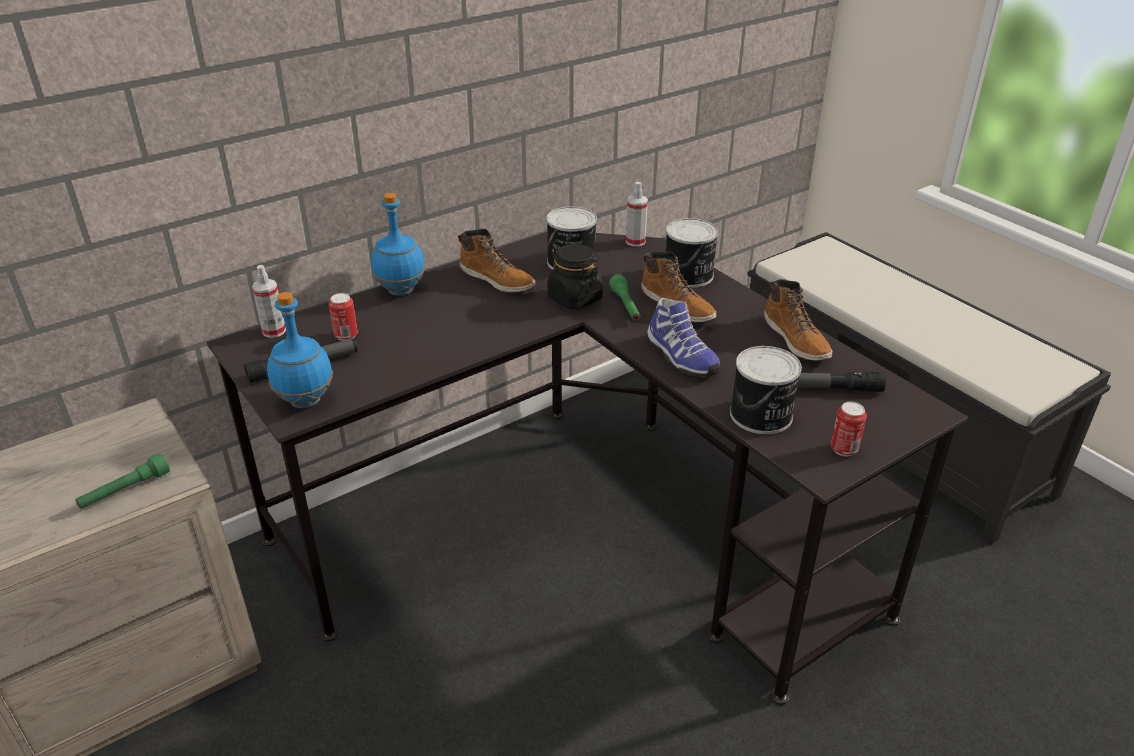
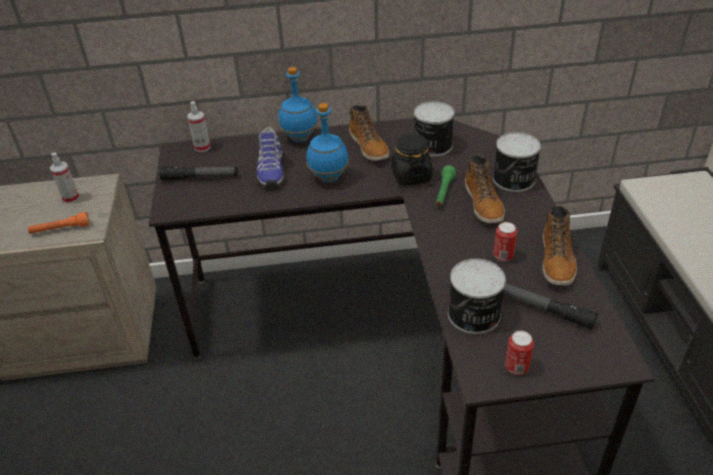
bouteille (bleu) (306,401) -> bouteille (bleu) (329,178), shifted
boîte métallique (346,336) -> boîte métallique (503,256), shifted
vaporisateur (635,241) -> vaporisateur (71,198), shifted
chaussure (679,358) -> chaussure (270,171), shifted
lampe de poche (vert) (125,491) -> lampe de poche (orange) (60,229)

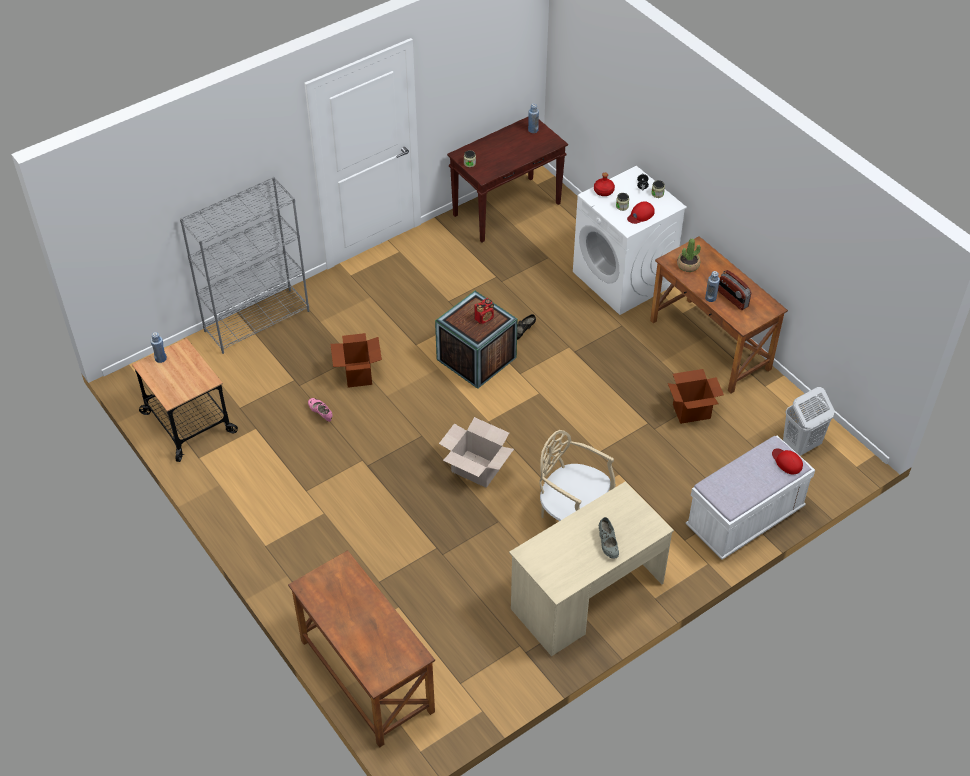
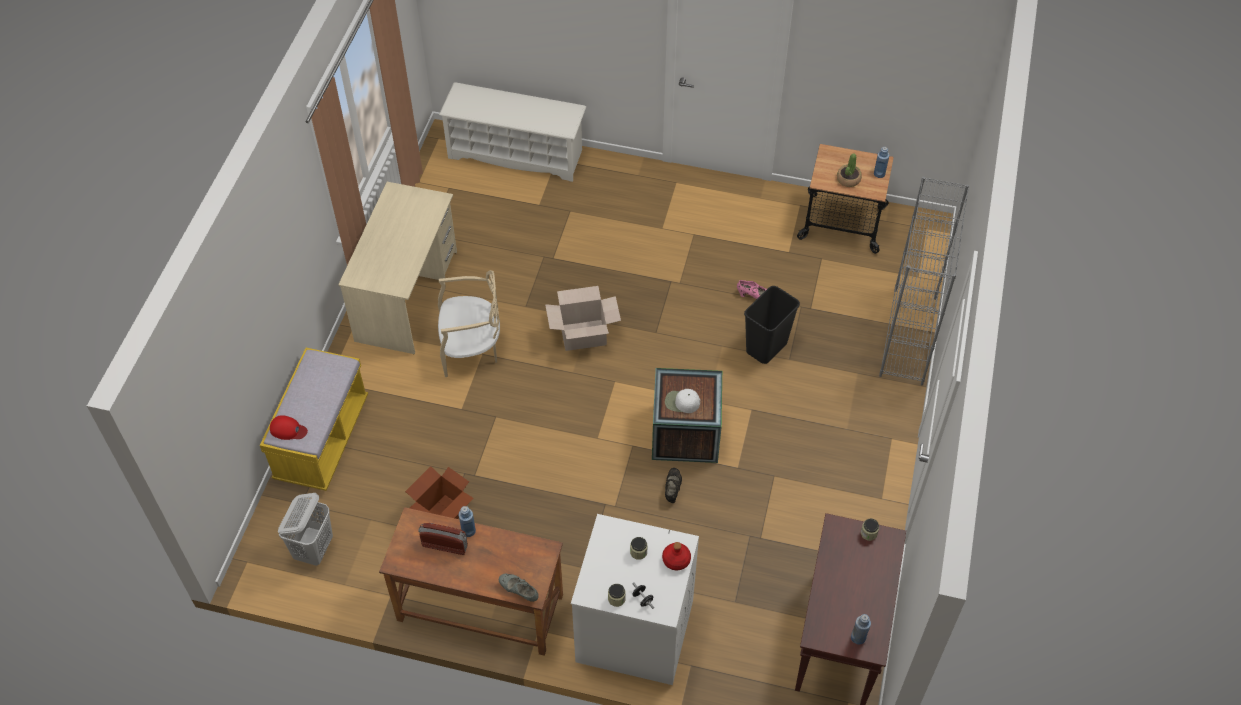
casquette (rouge) (640,215) -> none
chaussure (gris) (607,544) -> chaussure (gris) (519,592), shifted
plante en pot (688,265) -> plante en pot (848,179), shifted
bureau (marron) (366,676) -> étagère à chaussures (blanc) (516,154)
carton (358,374) -> poubelle (noir) (766,348)
radio (484,318) -> casquette (blanc) (681,402)
banc (blanc) (744,519) -> banc (jaune) (322,439)

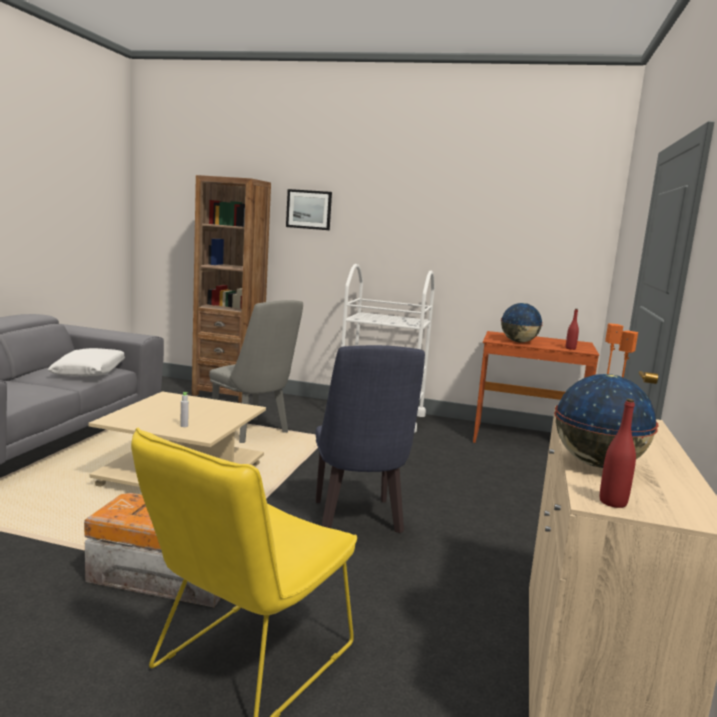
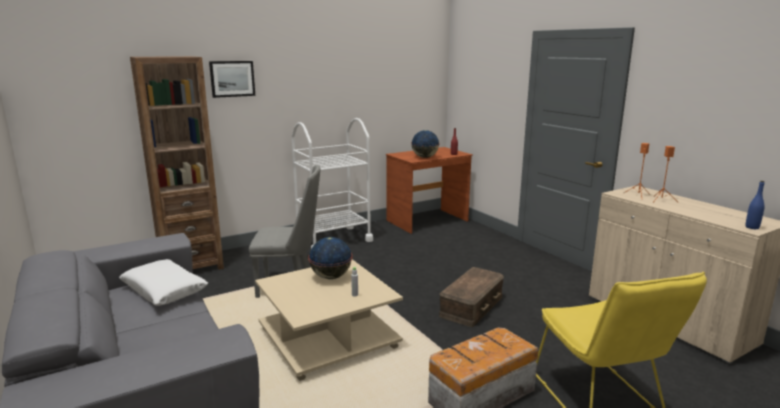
globe (598,464) -> globe (331,277), shifted
chaise (bleu) (358,520) -> boîte de rangement (marron) (472,306)
bouteille (rouge) (613,502) -> bouteille (bleu) (752,227)

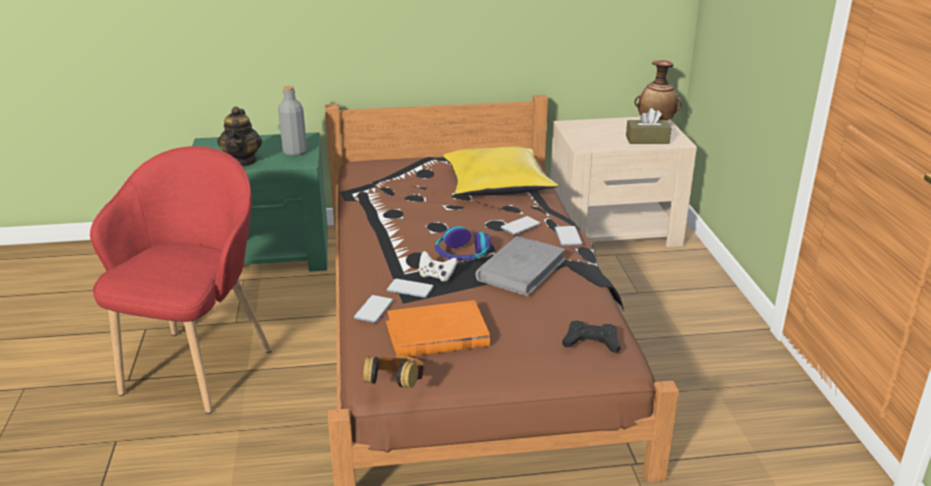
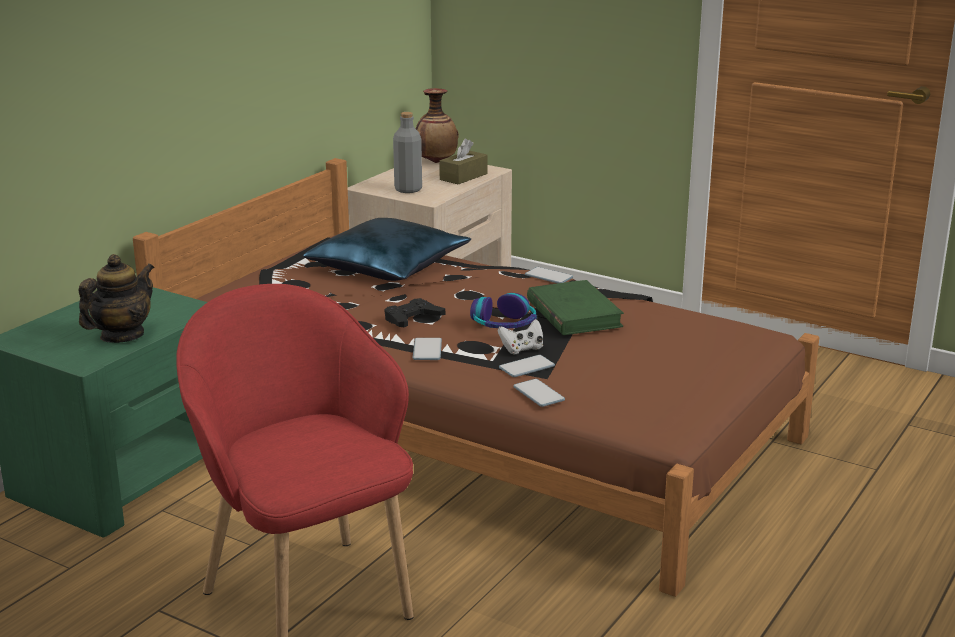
casque audio (396,388) -> none
livre (orange) (436,334) -> none
bouteille (gris) (295,152) -> bouteille (gris) (408,189), shifted
téléphone (520,226) -> téléphone (427,350), shifted
manette (noir) (591,342) -> manette (noir) (412,319), shifted
coussin (jaune) (497,184) -> coussin (bleu) (388,266)
livre (gris) (521,270) -> livre (vert) (574,313)
théière (242,161) -> théière (122,336), 90 degrees counterclockwise

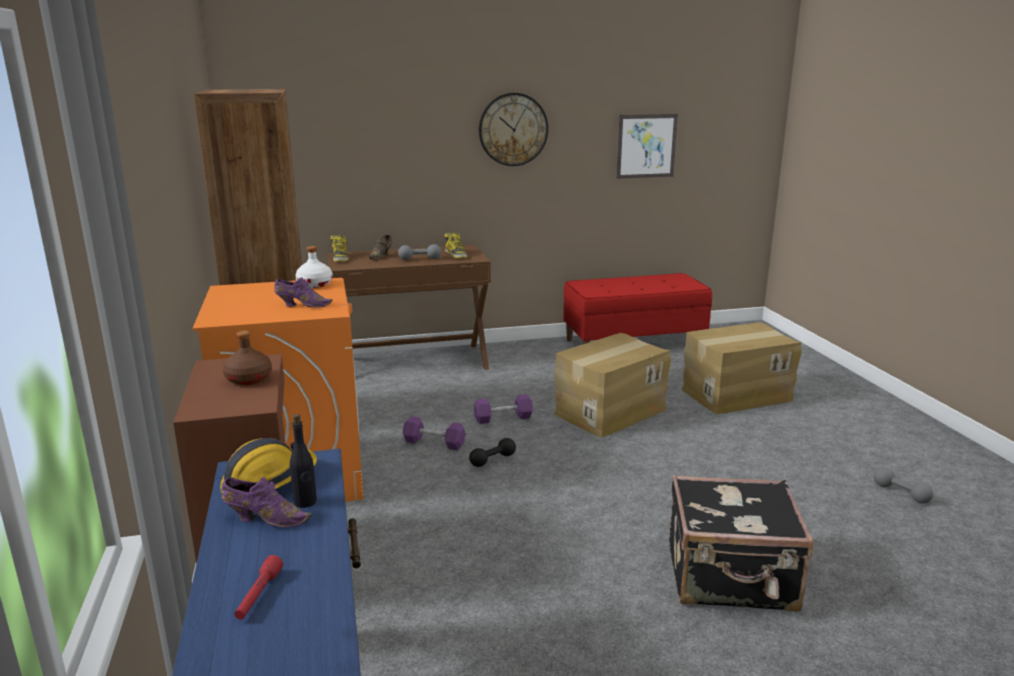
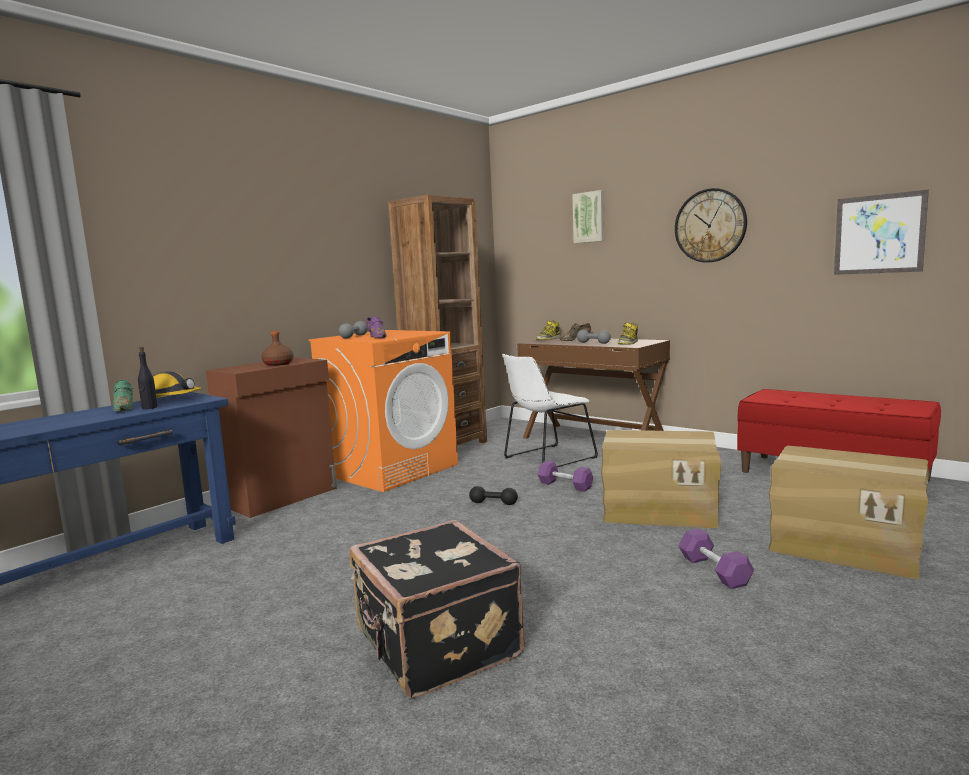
lampe de poche (rouge) (258,595) -> none
bouteille (blanc) (315,284) -> none
none -> chaise (blanc) (547,458)
none -> tableau (589,217)
haltère (violet) (434,443) -> haltère (violet) (714,571), shifted
haltère (gris) (901,493) -> haltère (gris) (354,336), shifted
chaussure (violet) (265,519) -> chaussure (vert) (125,408)

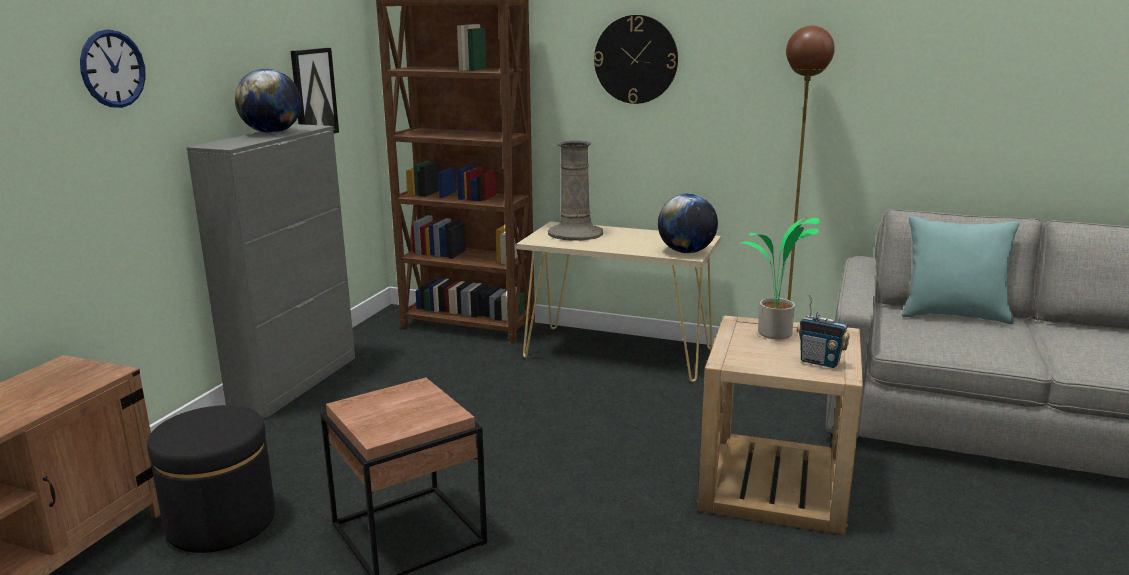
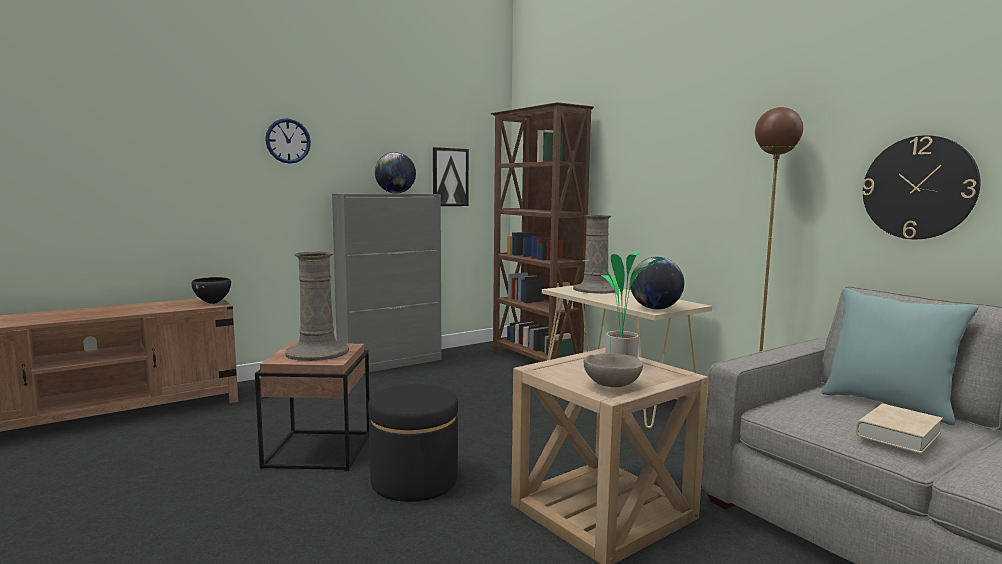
none -> bol (noir) (213,303)
none -> vase (beige) (317,352)
none -> livre (beige) (898,434)
pouf (noir) (221,522) -> pouf (noir) (414,481), shifted
horloge murale (636,59) -> horloge murale (918,188), shifted
radio (820,362) -> bol (beige) (612,385)

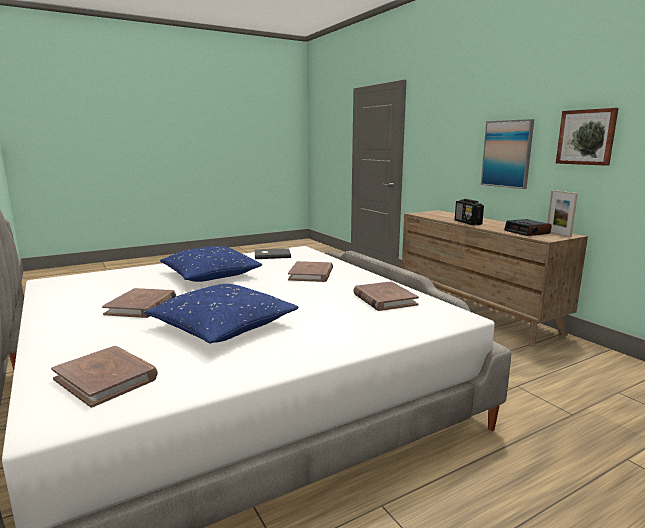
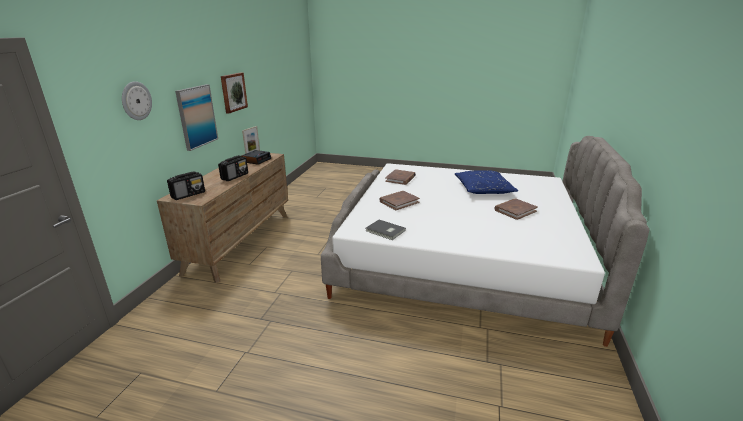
livre (marron) (106,378) -> none
coussin (bleu) (211,274) -> none
none -> horloge murale (136,101)
none -> radio (188,195)

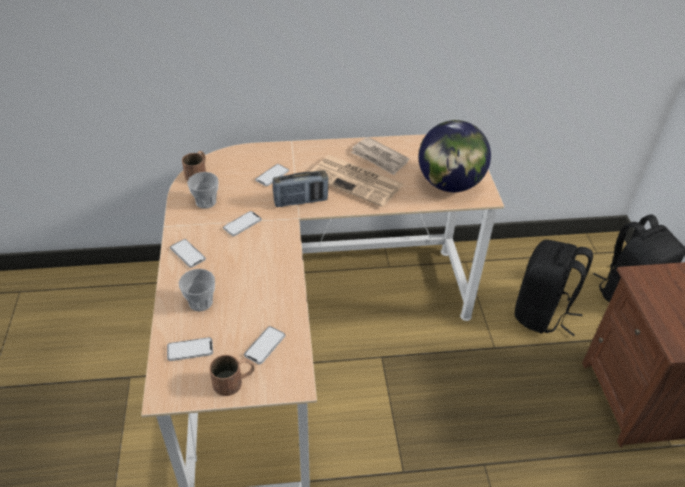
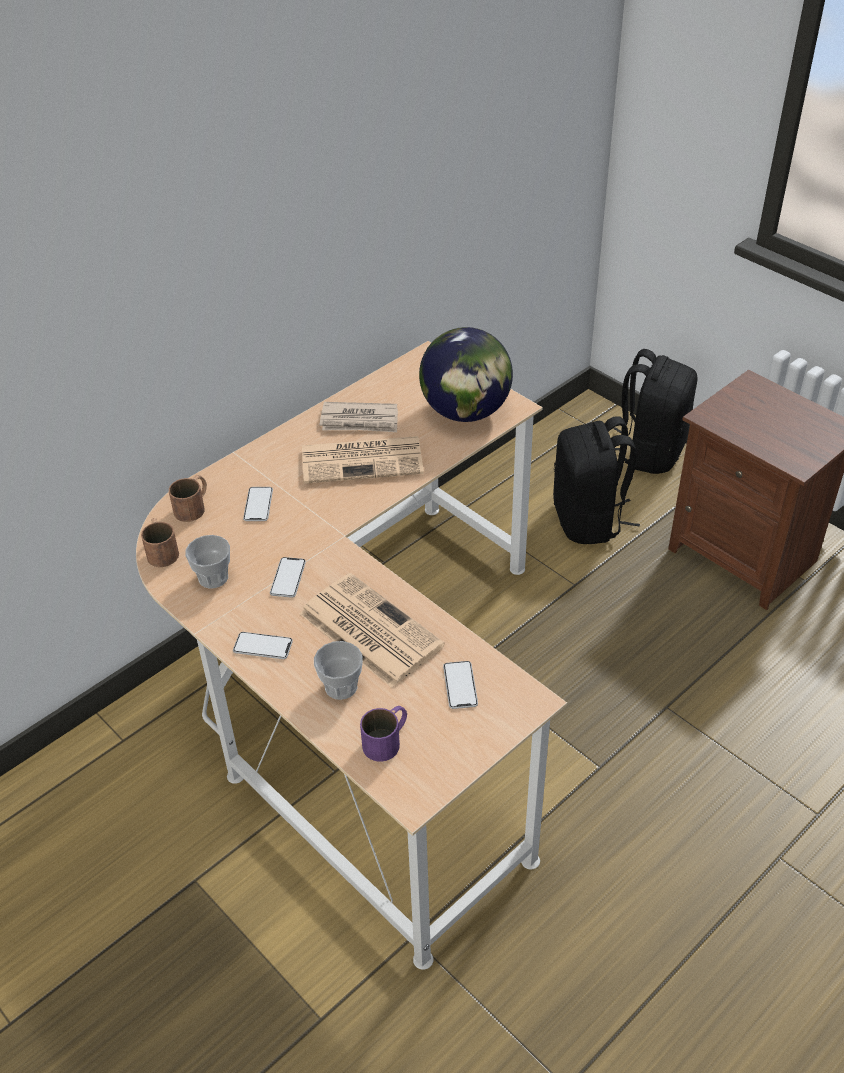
radio (300,201) -> none
none -> journal (368,629)
mug (marron) (234,381) -> mug (marron) (193,506), shifted
téléphone (190,350) -> mug (violet) (387,739)

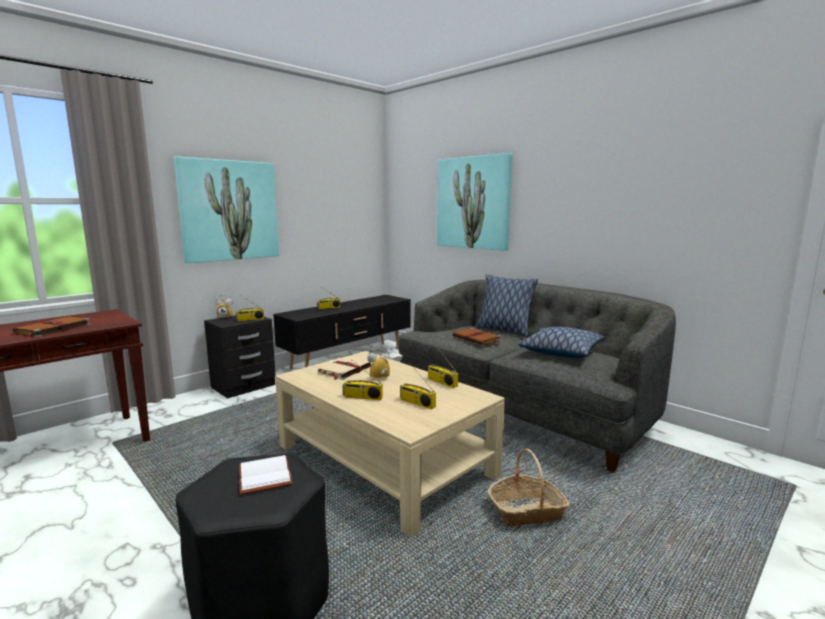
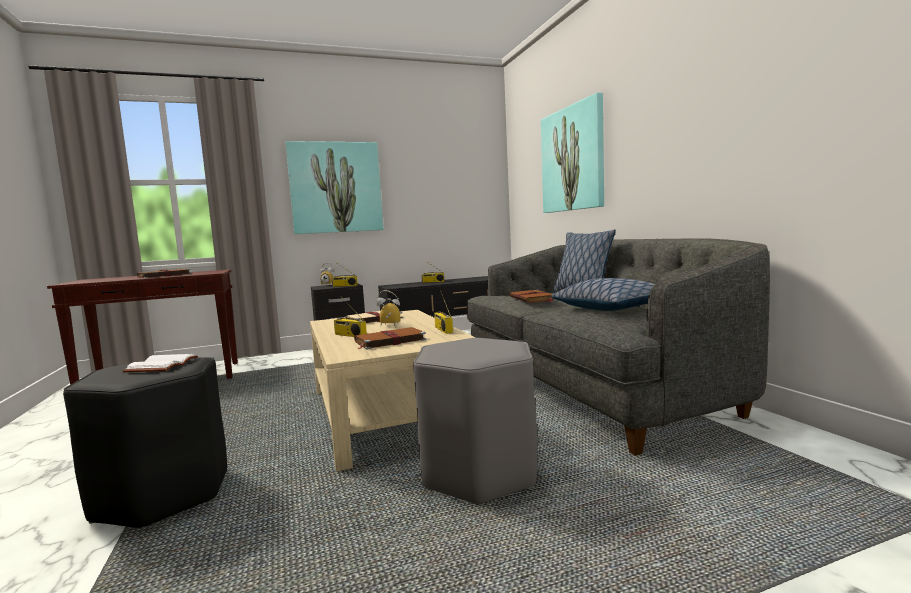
radio (416,403) -> livre (marron) (388,341)
panier (527,511) -> tabouret (gris) (480,473)

